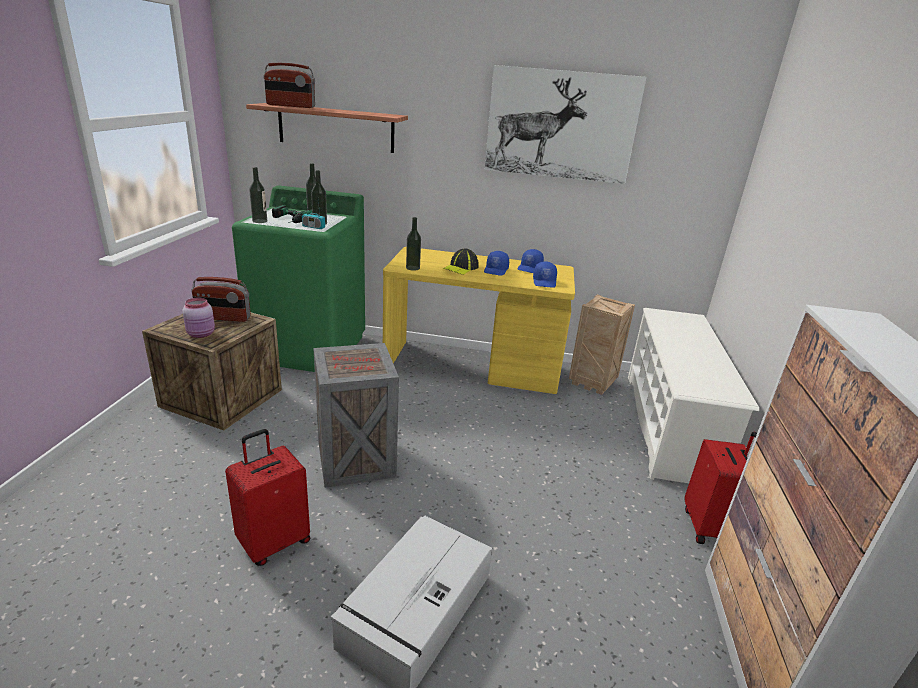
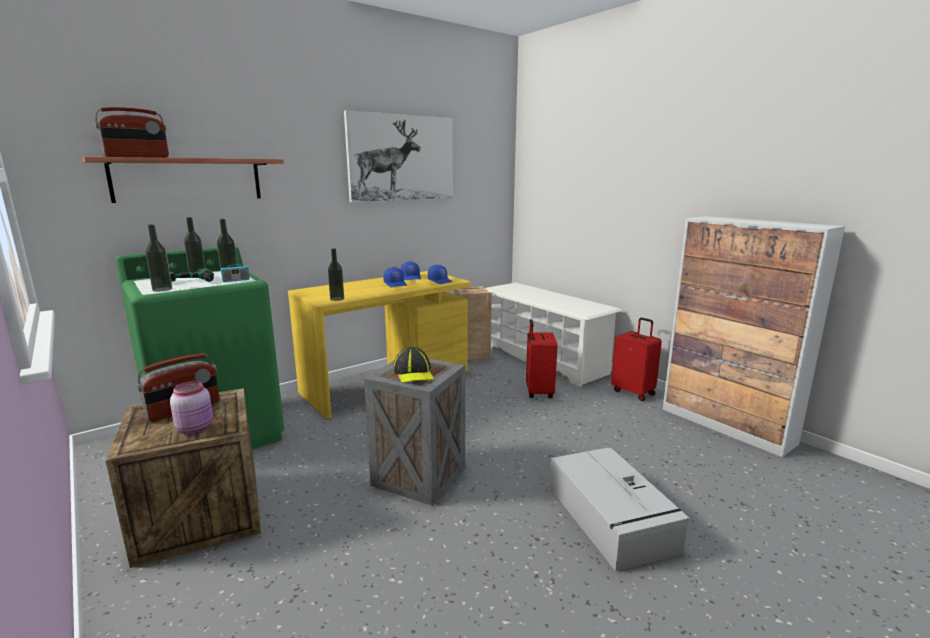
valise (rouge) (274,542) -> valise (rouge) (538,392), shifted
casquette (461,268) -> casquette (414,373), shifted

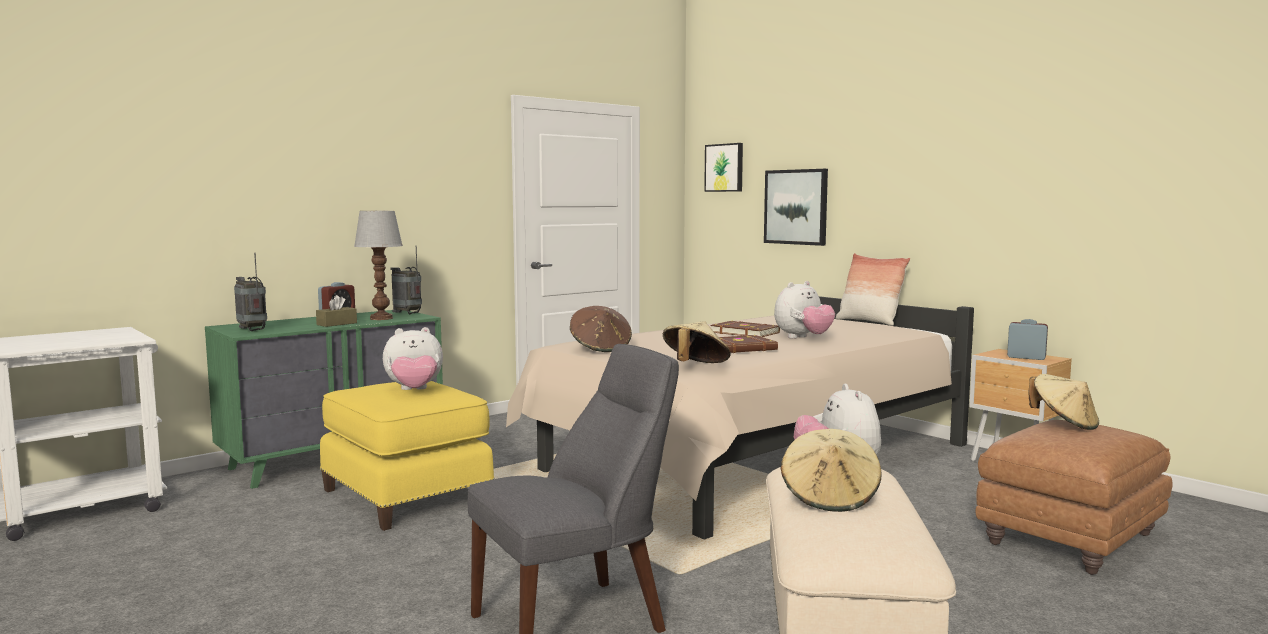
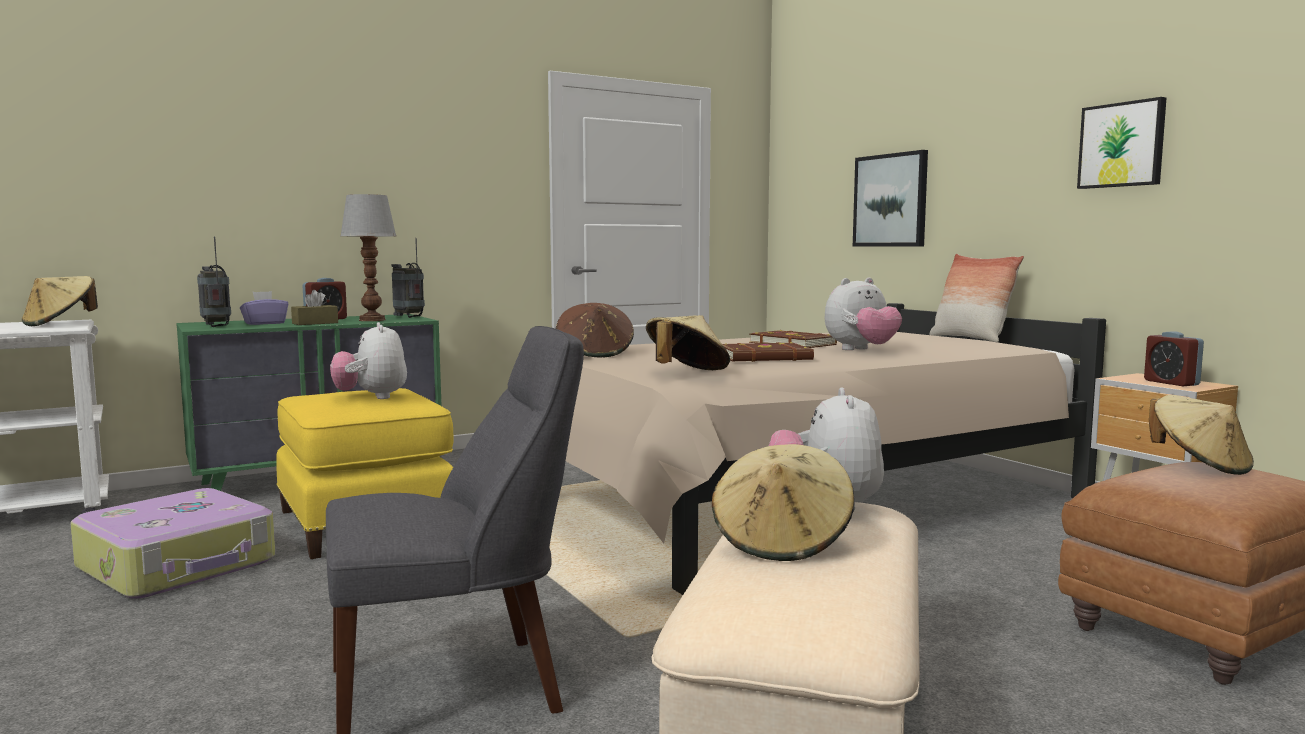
none -> chapeau (beige) (60,324)
none -> valise (179,565)
none -> boîte à mouchoirs (violet) (264,323)
tableau (724,167) -> tableau (1122,145), shifted
peluche (414,390) -> peluche (371,397), 75 degrees clockwise
réveil (1026,357) -> réveil (1171,383), 150 degrees counterclockwise

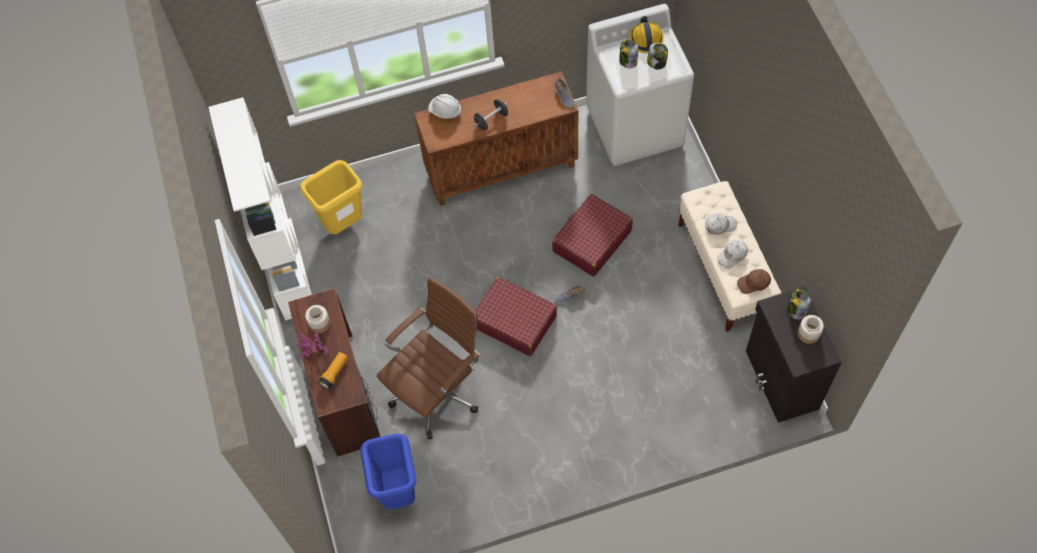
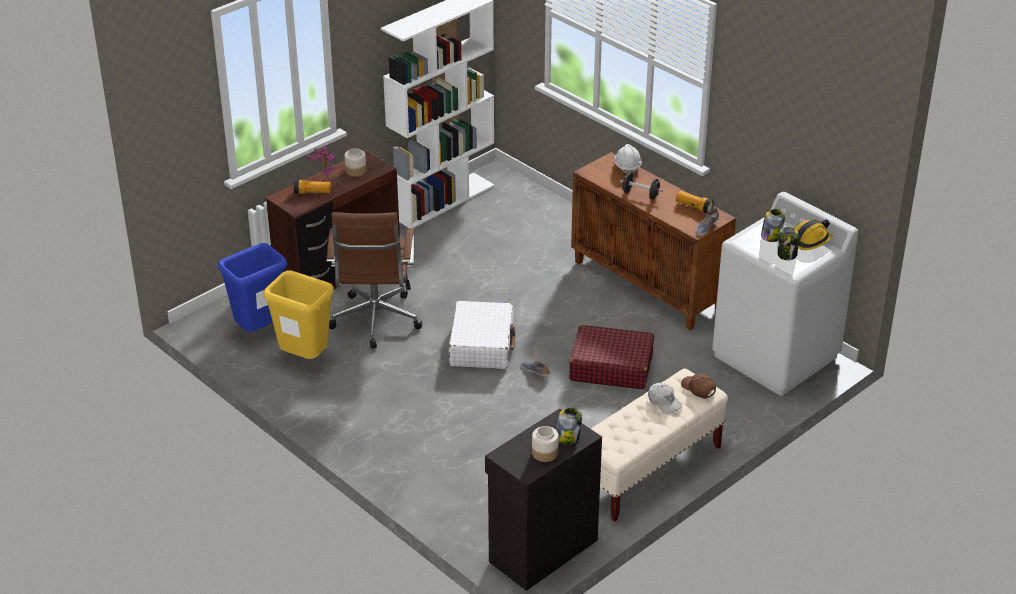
casquette (blanc) (732,256) -> none
none -> lampe de poche (694,207)
poubelle (jaune) (344,224) -> poubelle (jaune) (305,359), shifted
casquette (marron) (753,283) -> casquette (marron) (698,389), shifted
valise (rouge) (514,321) -> valise (blanc) (482,345)
chaise de bureau (marron) (438,392) -> chaise de bureau (marron) (375,322), 75 degrees clockwise

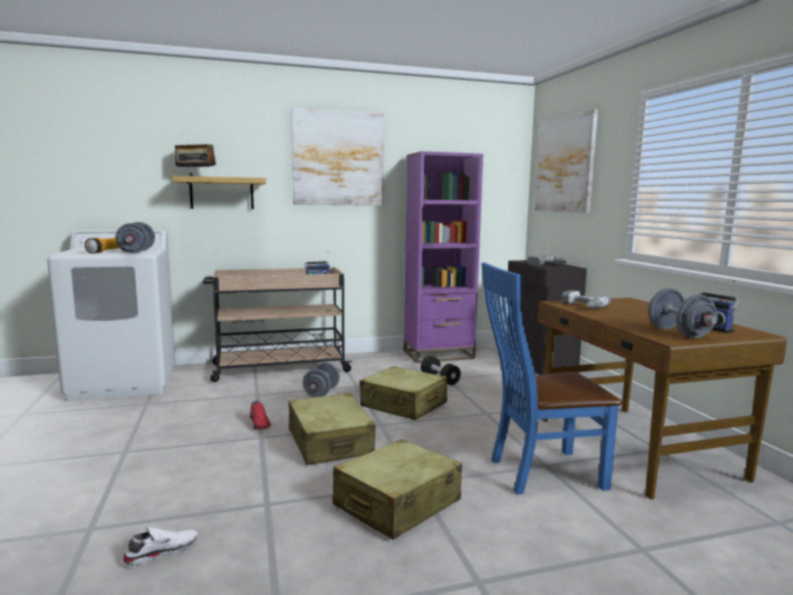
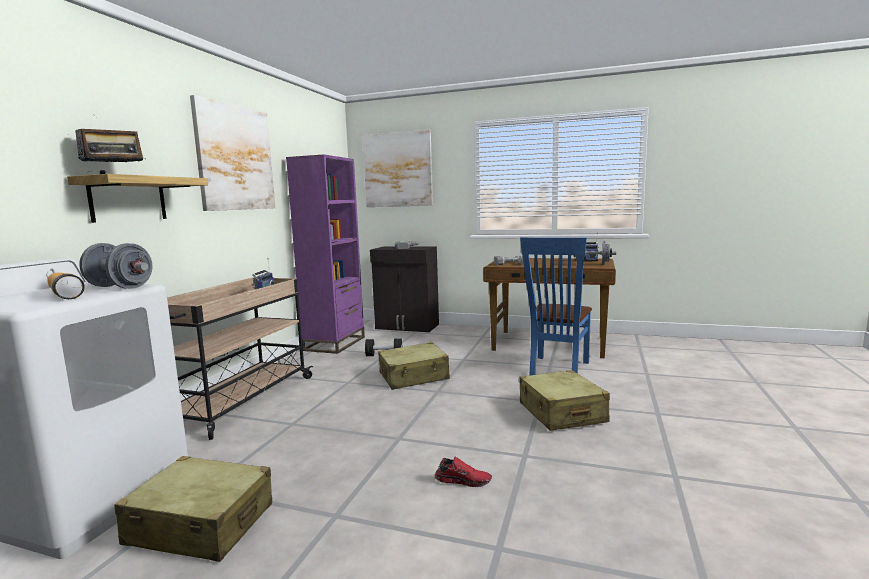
chaussure (blanc) (161,551) -> none
haltère (gris) (321,393) -> none
chaussure (rouge) (260,423) -> chaussure (rouge) (463,480), shifted
valise (beige) (330,442) -> valise (beige) (201,524), shifted

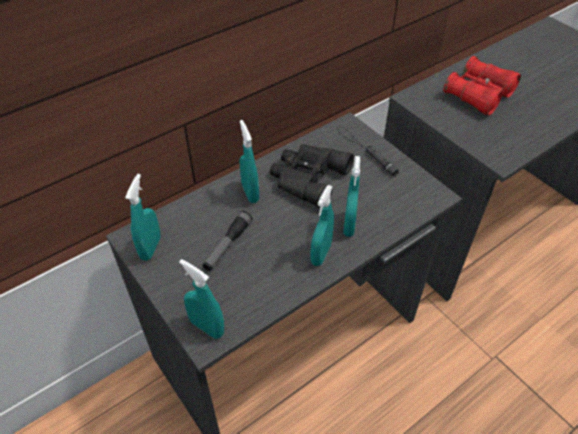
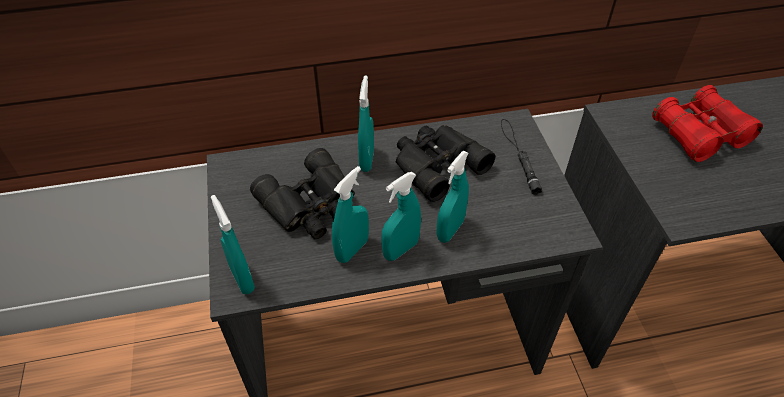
vaporisateur (turquoise) (151,248) -> vaporisateur (turquoise) (352,250), shifted
lampe de poche (227,245) -> jumelles (noir) (312,205)

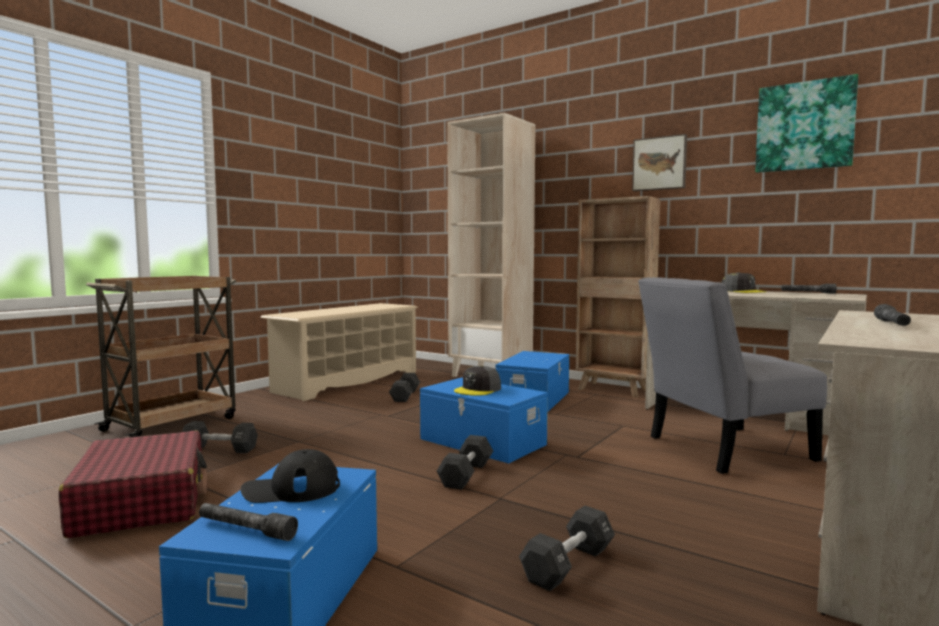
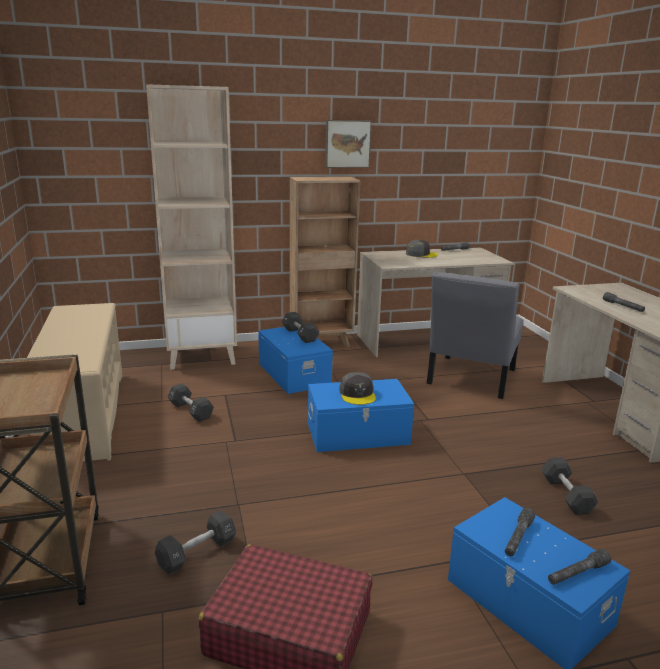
tableau (804,126) -> none
haltère (noir) (466,474) -> haltère (noir) (300,335), shifted
casquette (noir) (291,489) -> lampe de poche (gris) (518,538)

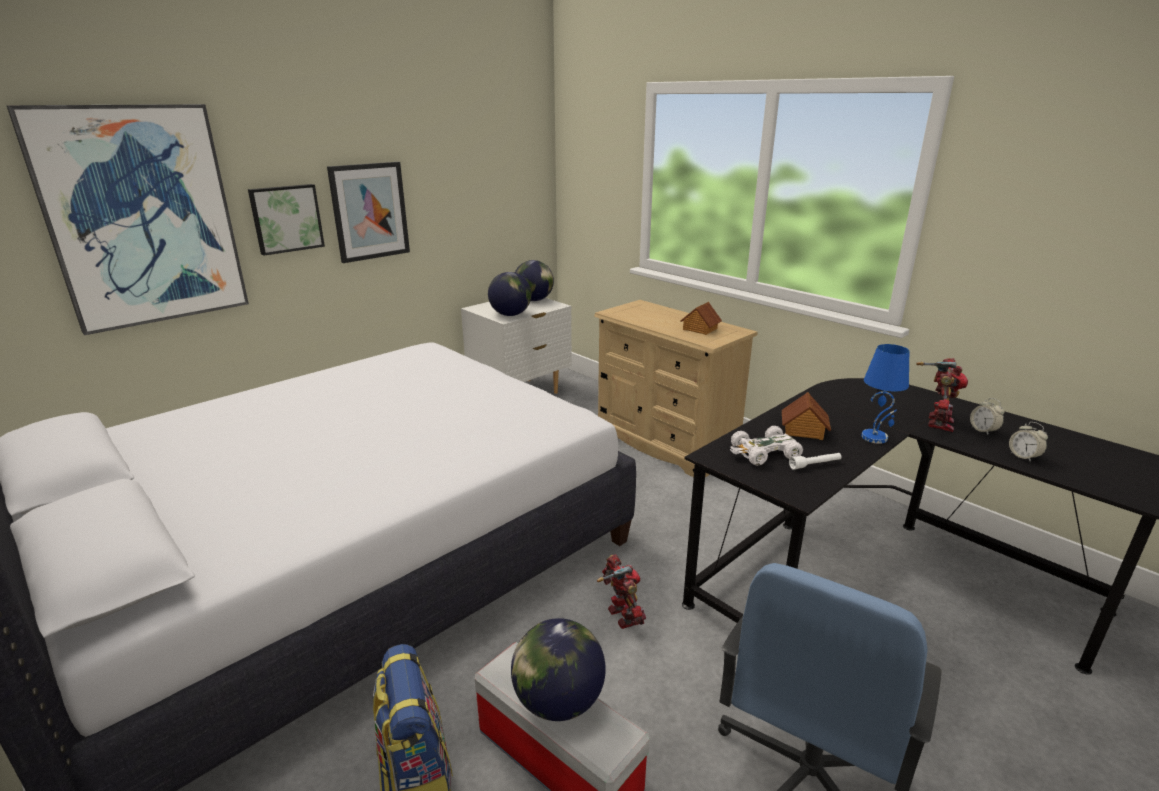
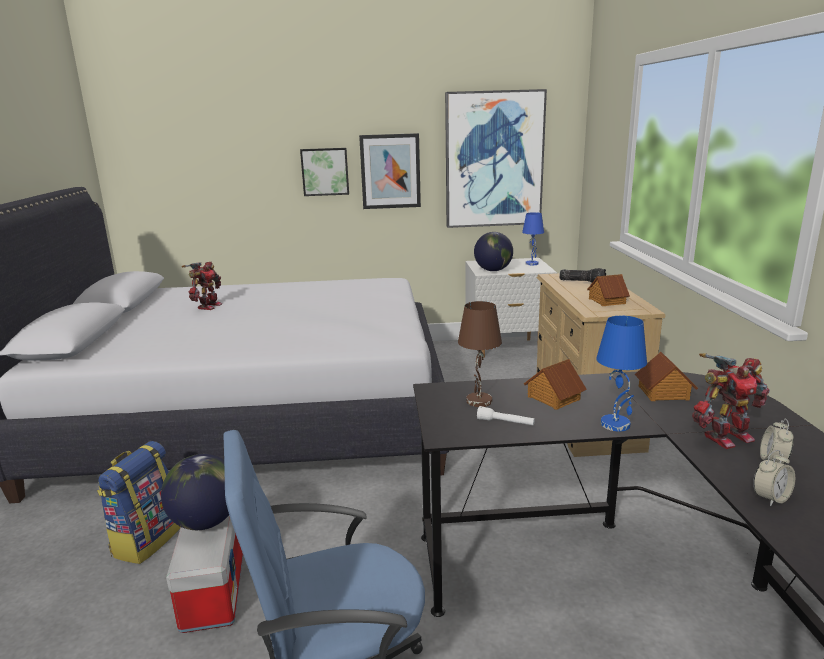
none -> lampe de poche (582,282)
none -> maison miniature (663,393)
tableau (142,217) -> tableau (493,160), shifted
robot jouet (621,617) -> robot jouet (208,306), shifted
globe (534,300) -> lampe de table (bleu) (532,264)
petite voiture (blanc) (764,453) -> lampe de table (marron) (479,401)
réveil (1023,457) -> réveil (770,498), 135 degrees counterclockwise

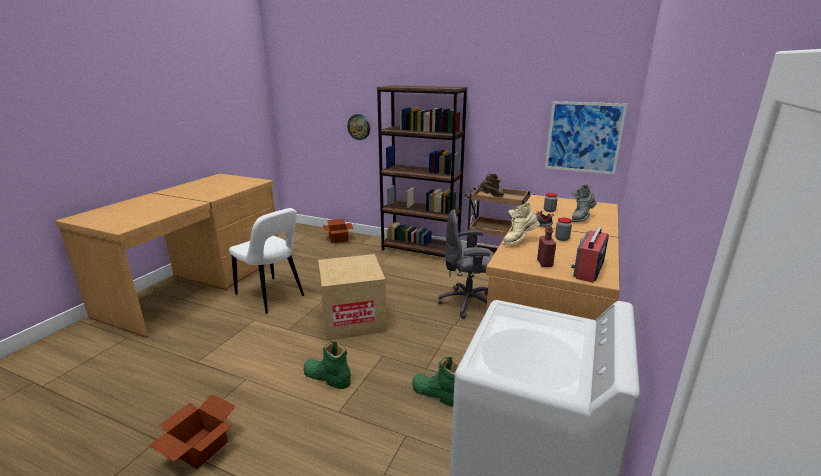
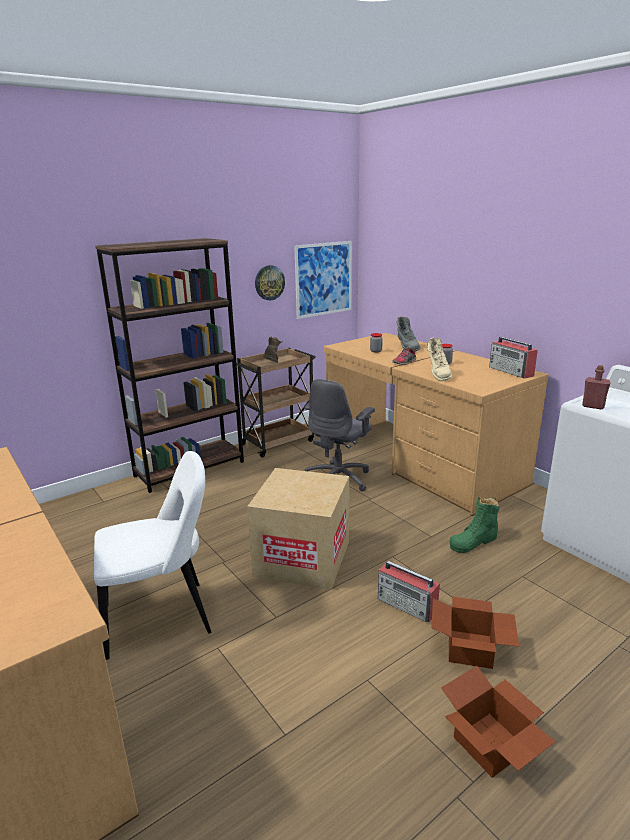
carton (338,239) -> carton (471,650), shifted
horloge murale (359,127) -> horloge murale (269,282), shifted
bouteille (rouge) (544,263) -> bouteille (rouge) (593,406), shifted
botte (vert) (327,377) -> radio (407,605)

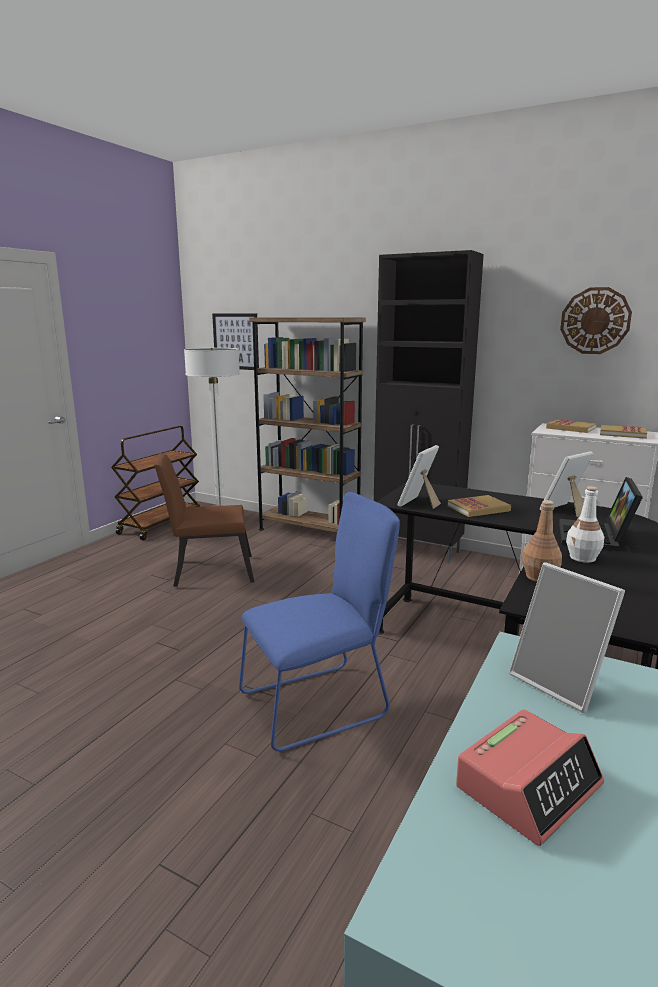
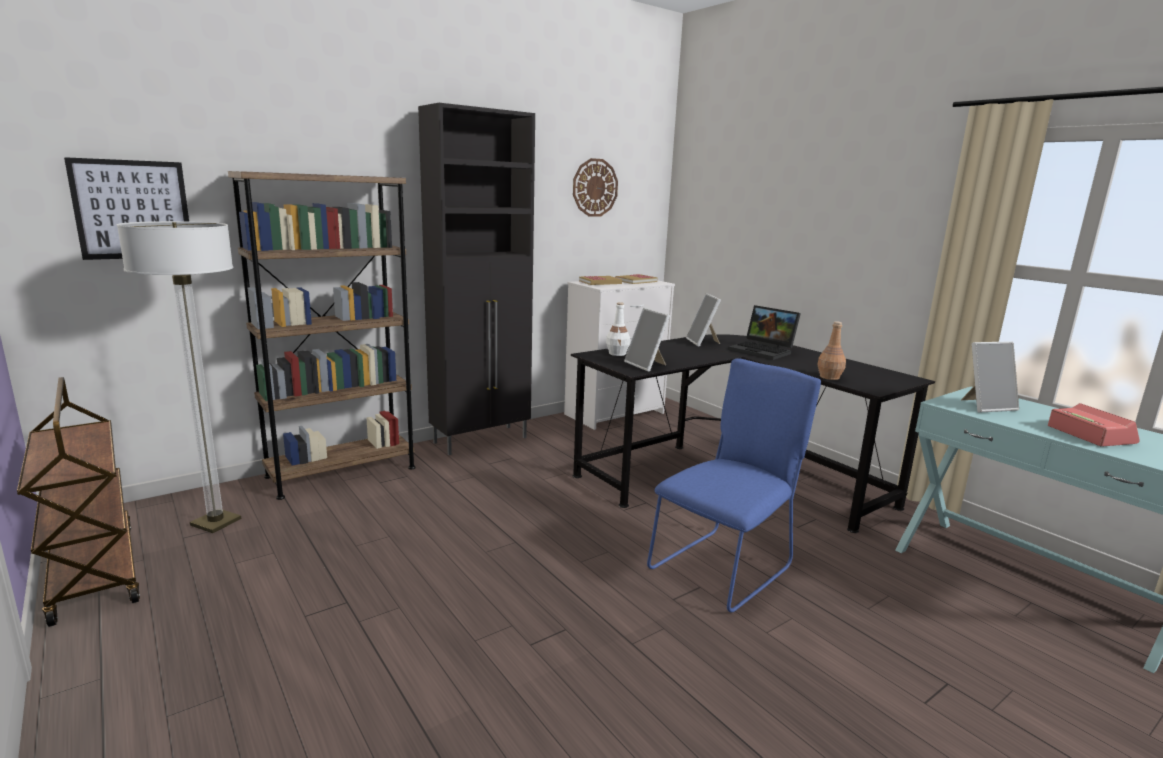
chaise (marron) (208,571) -> none
livre (478,508) -> none
bouteille (blanc) (583,558) -> bouteille (blanc) (617,353), shifted
chaise (bleu) (319,703) -> chaise (bleu) (725,566), 45 degrees clockwise

